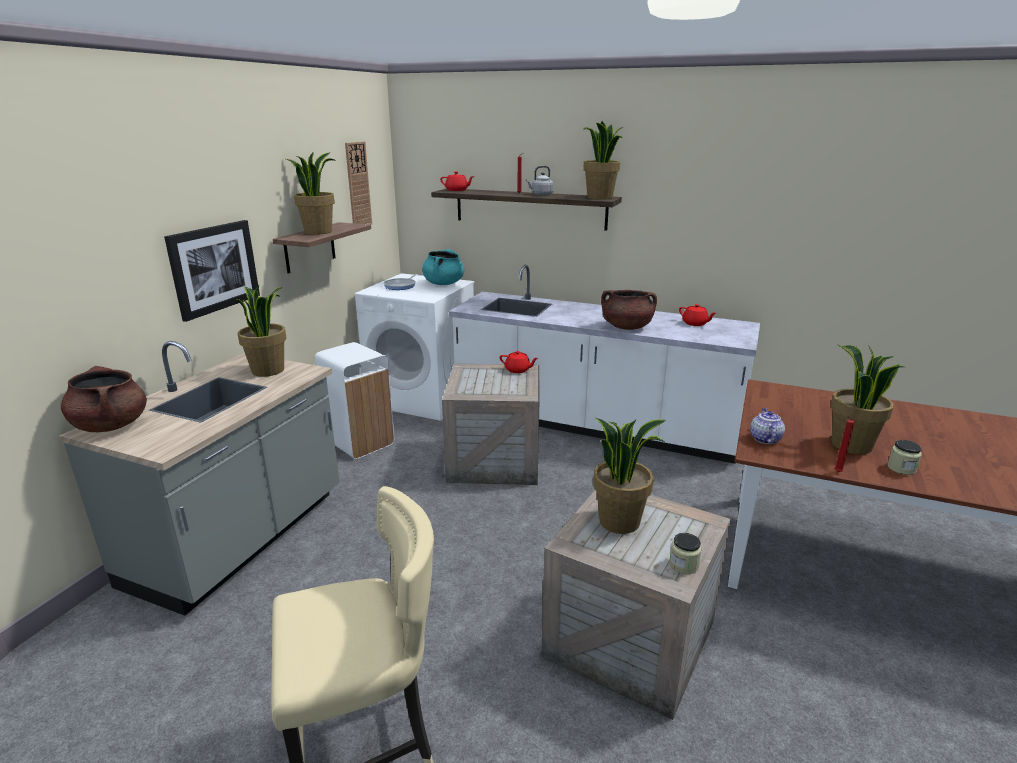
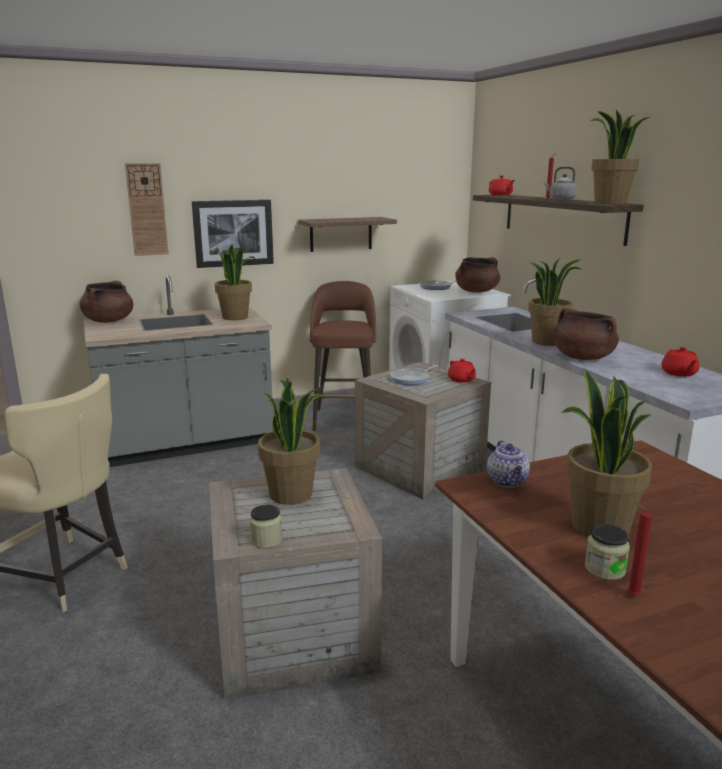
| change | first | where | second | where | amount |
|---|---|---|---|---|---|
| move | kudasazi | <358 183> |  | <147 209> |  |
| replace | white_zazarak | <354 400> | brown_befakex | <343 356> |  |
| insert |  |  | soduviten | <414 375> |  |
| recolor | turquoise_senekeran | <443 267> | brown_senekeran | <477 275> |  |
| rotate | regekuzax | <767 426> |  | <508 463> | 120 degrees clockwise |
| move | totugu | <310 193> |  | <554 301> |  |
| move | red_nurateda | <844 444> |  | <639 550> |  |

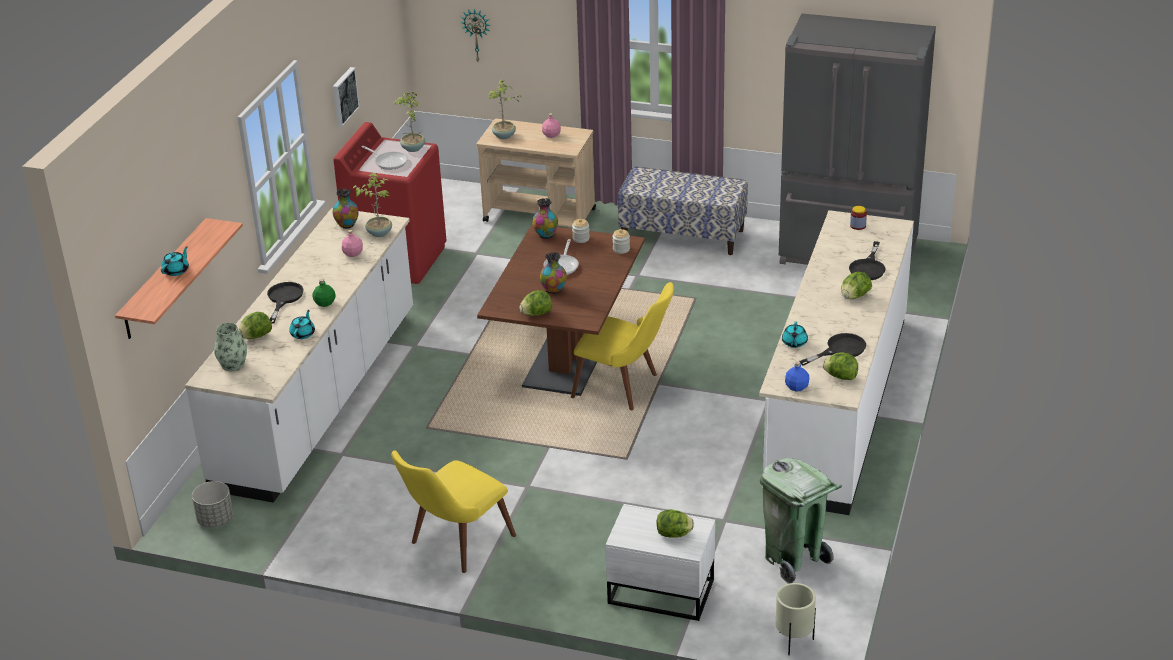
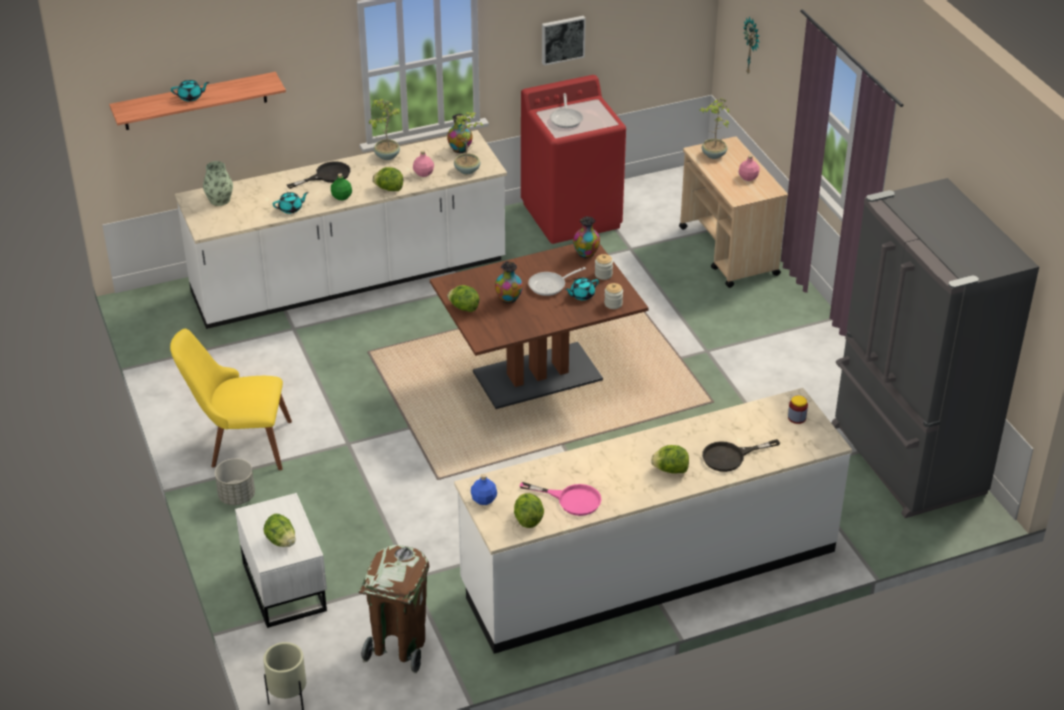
| change | first | where | second | where | amount |
|---|---|---|---|---|---|
| move | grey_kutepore | <212 504> |  | <235 481> |  |
| recolor | green_zazarak | <801 521> | brown_zazarak | <393 609> |  |
| move | totugu | <409 122> |  | <385 129> |  |
| move | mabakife | <255 325> |  | <387 179> |  |
| recolor | black_soduviten | <833 349> | pink_soduviten | <561 499> |  |
| move | turquoise_regekuzax | <795 334> |  | <582 289> |  |
| delete | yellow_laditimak | <622 346> |  |  |  |
| delete | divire | <682 211> |  |  |  |

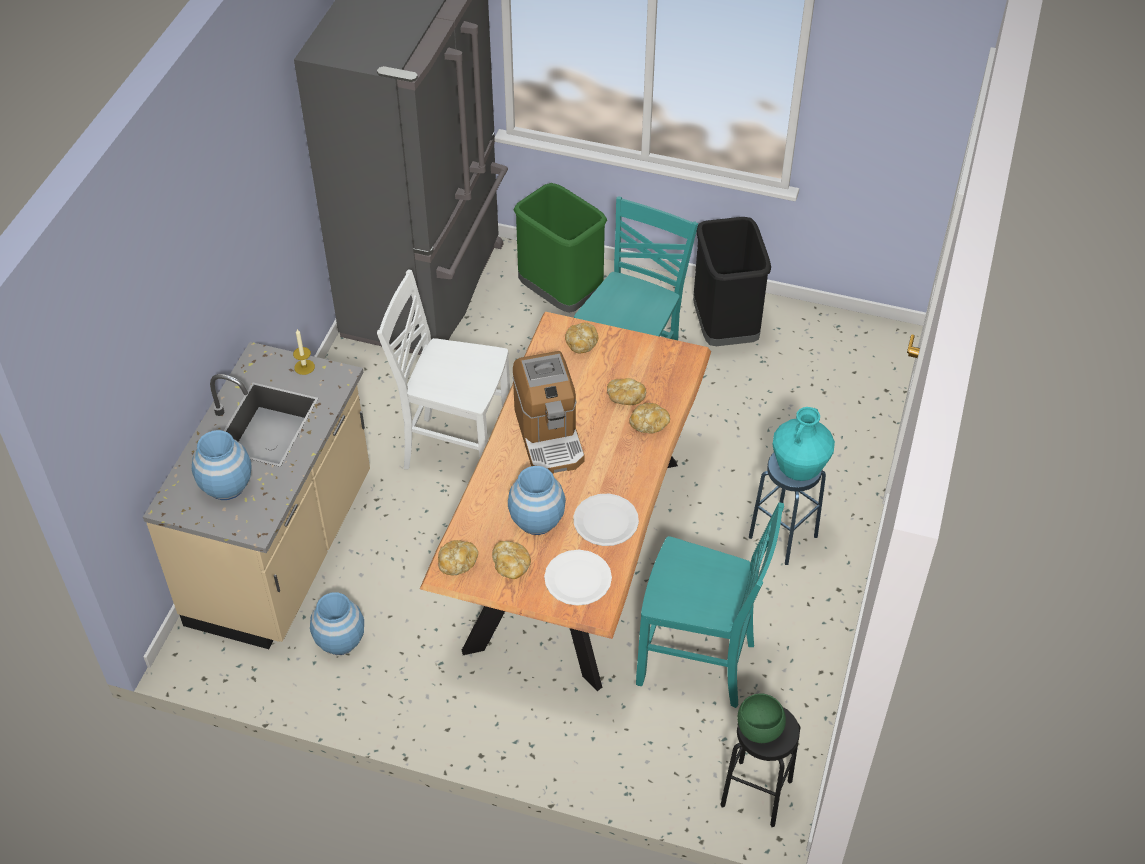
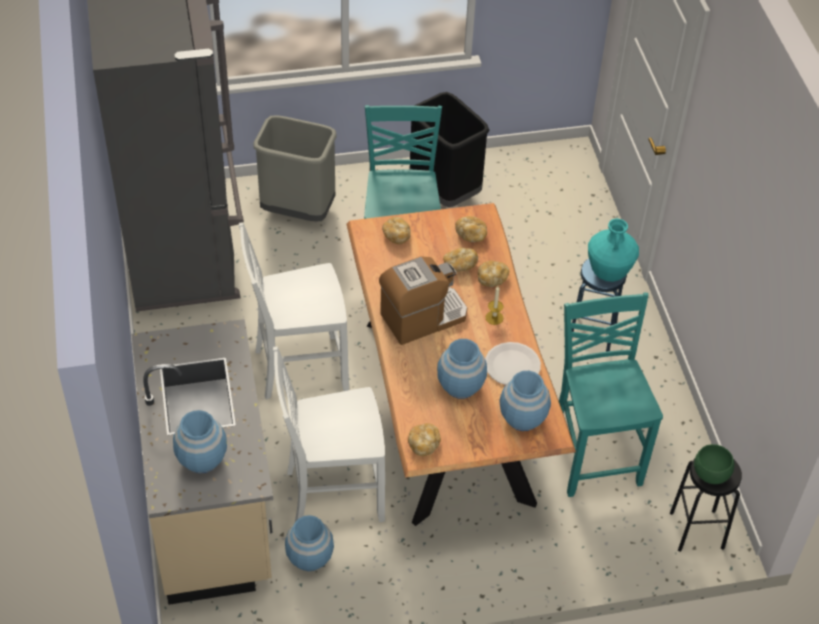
| change | first | where | second | where | amount |
|---|---|---|---|---|---|
| recolor | green_zazarak | <560 248> | grey_zazarak | <295 168> |  |
| insert |  |  | white_laditimak | <329 434> |  |
| rotate | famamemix | <549 412> |  | <423 300> | 75 degrees counterclockwise |
| move | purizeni | <511 560> |  | <471 229> |  |
| move | nurateda | <304 352> |  | <494 305> |  |
| replace | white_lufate | <578 578> | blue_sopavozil | <525 401> |  |
| rotate | turquoise_laditimak | <710 605> |  | <611 395> | 90 degrees counterclockwise |

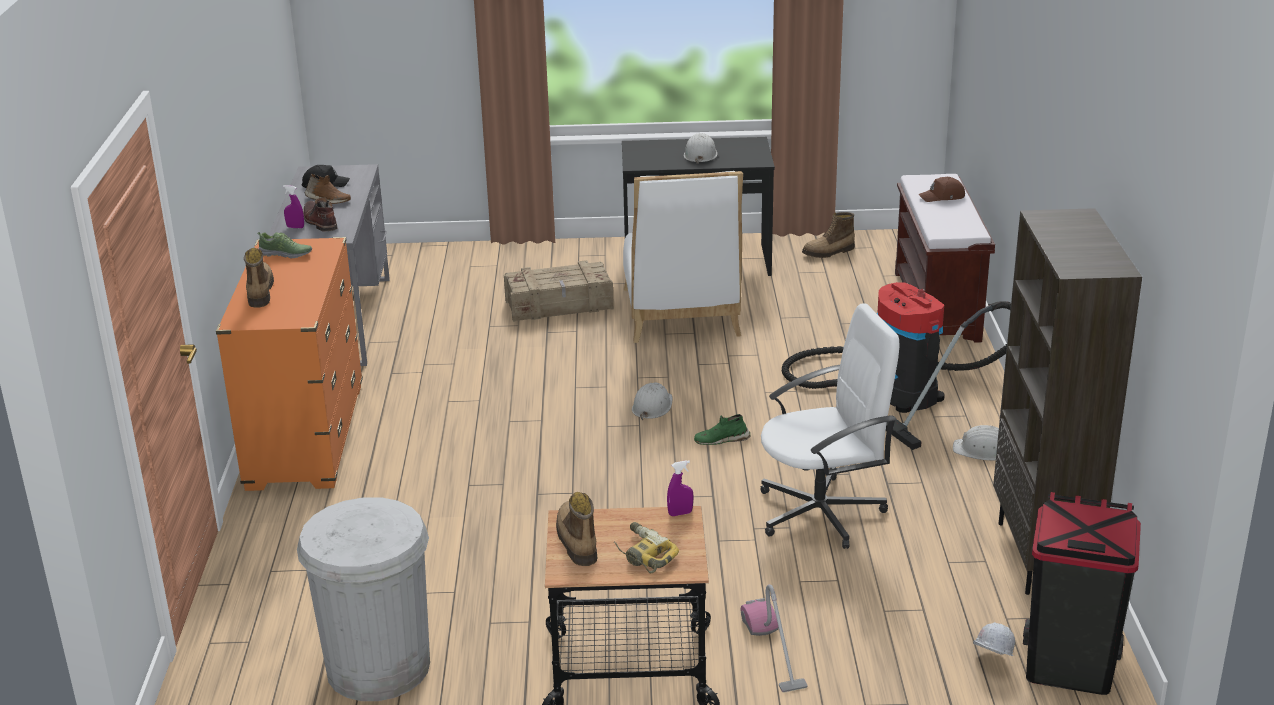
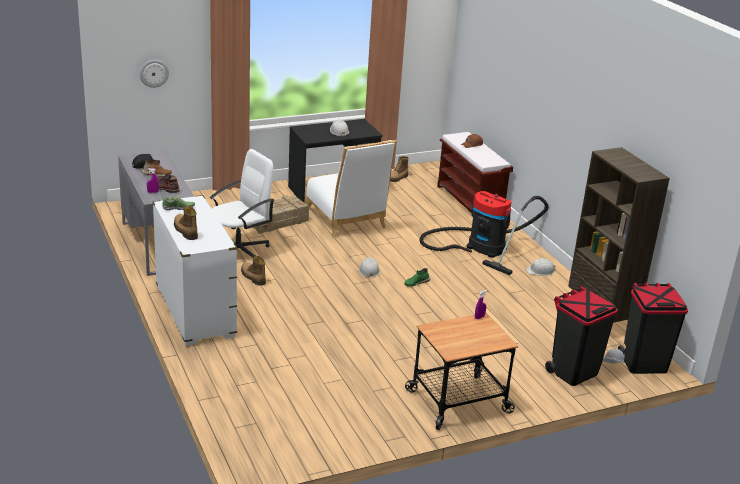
| change | first | where | second | where | amount |
|---|---|---|---|---|---|
| insert |  |  | kudasazi | <154 74> |  |
| recolor | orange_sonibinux | <289 364> | white_sonibinux | <194 270> |  |
| move | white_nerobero | <829 426> |  | <242 203> |  |
| move | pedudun | <576 529> |  | <253 271> |  |
| insert |  |  | black_zazarak | <581 336> |  |
| delete | white_zazarak | <363 599> |  |  |  |
| delete | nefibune | <646 548> |  |  |  |
| delete | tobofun | <774 638> |  |  |  |

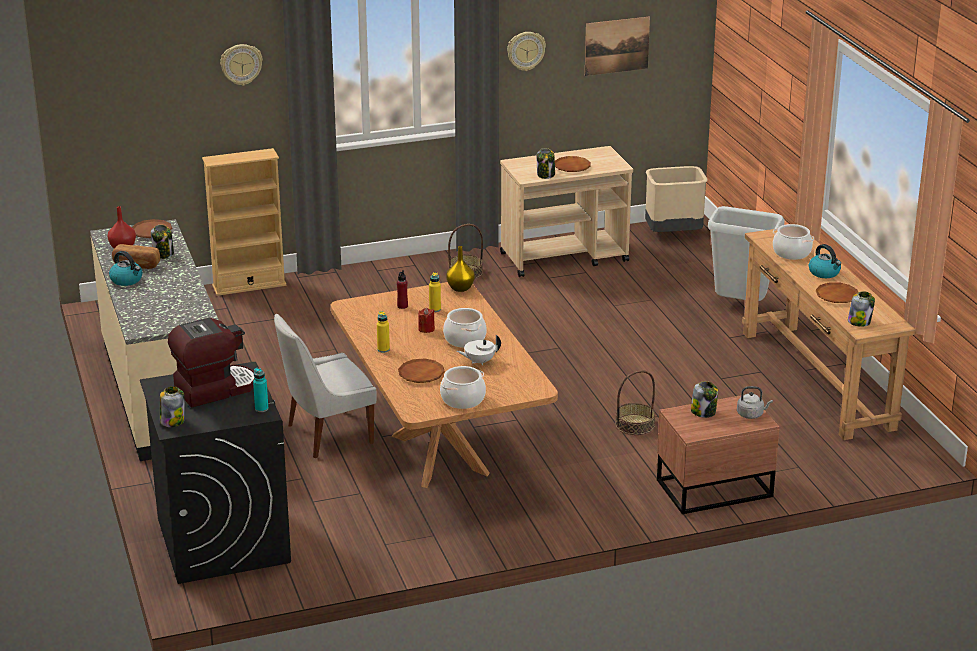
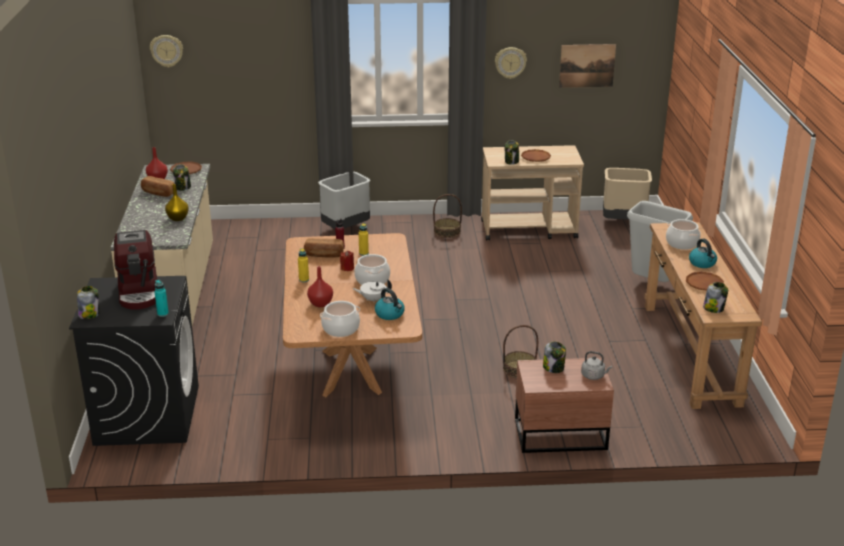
| change | first | where | second | where | amount |
|---|---|---|---|---|---|
| rotate | famamemix | <211 363> |  | <135 270> | 90 degrees clockwise |
| move | kudasazi | <241 65> |  | <166 51> |  |
| move | yellow_sopavozil | <460 269> |  | <177 202> |  |
| insert |  |  | purizeni | <324 247> |  |
| replace | brown_lufate | <421 370> | red_sopavozil | <320 286> |  |
| insert |  |  | grey_zazarak | <344 200> |  |
| move | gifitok | <126 268> |  | <390 304> |  |
| delete | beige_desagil | <244 222> |  |  |  |
| delete | white_laditimak | <325 386> |  |  |  |

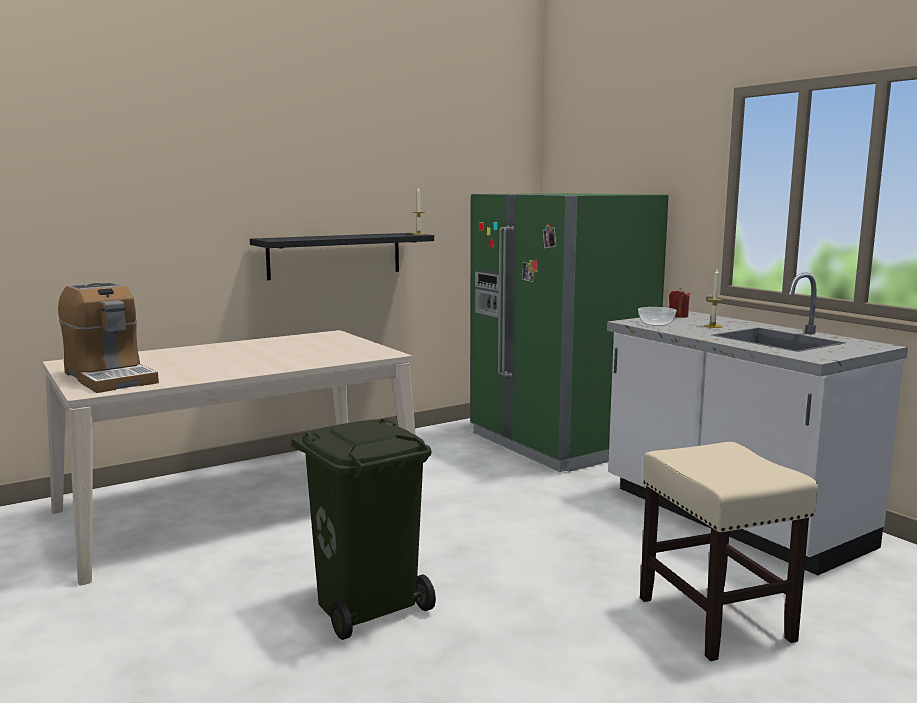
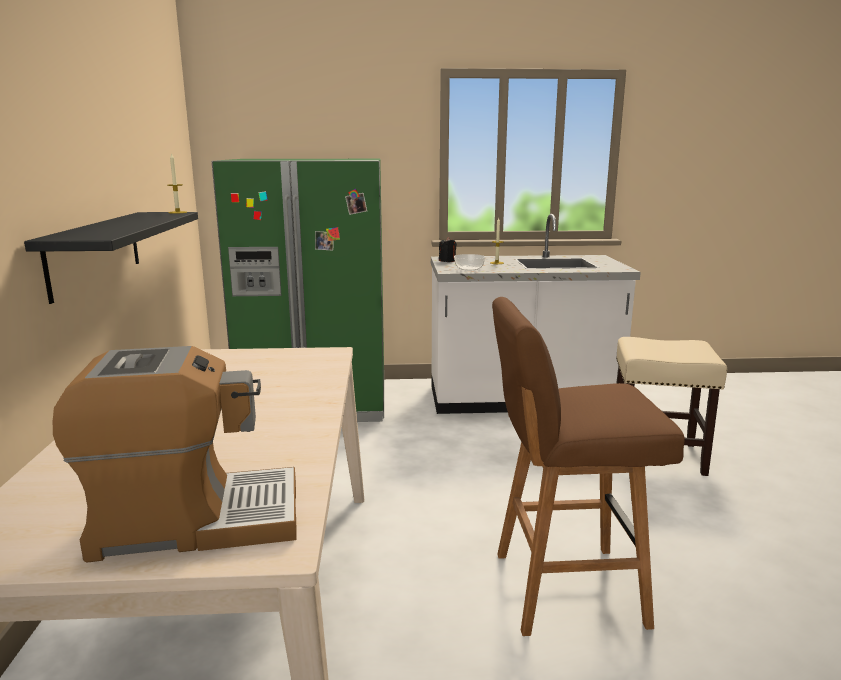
| change | first | where | second | where | amount |
|---|---|---|---|---|---|
| recolor | red_nurateda | <679 303> | black_nurateda | <448 249> |  |
| replace | green_zazarak | <363 529> | brown_befakex | <588 466> |  |

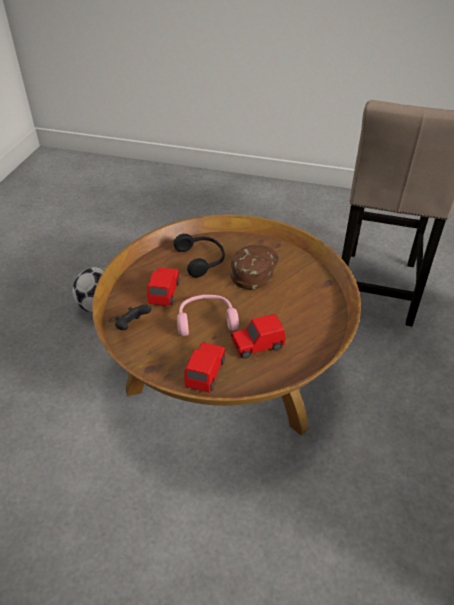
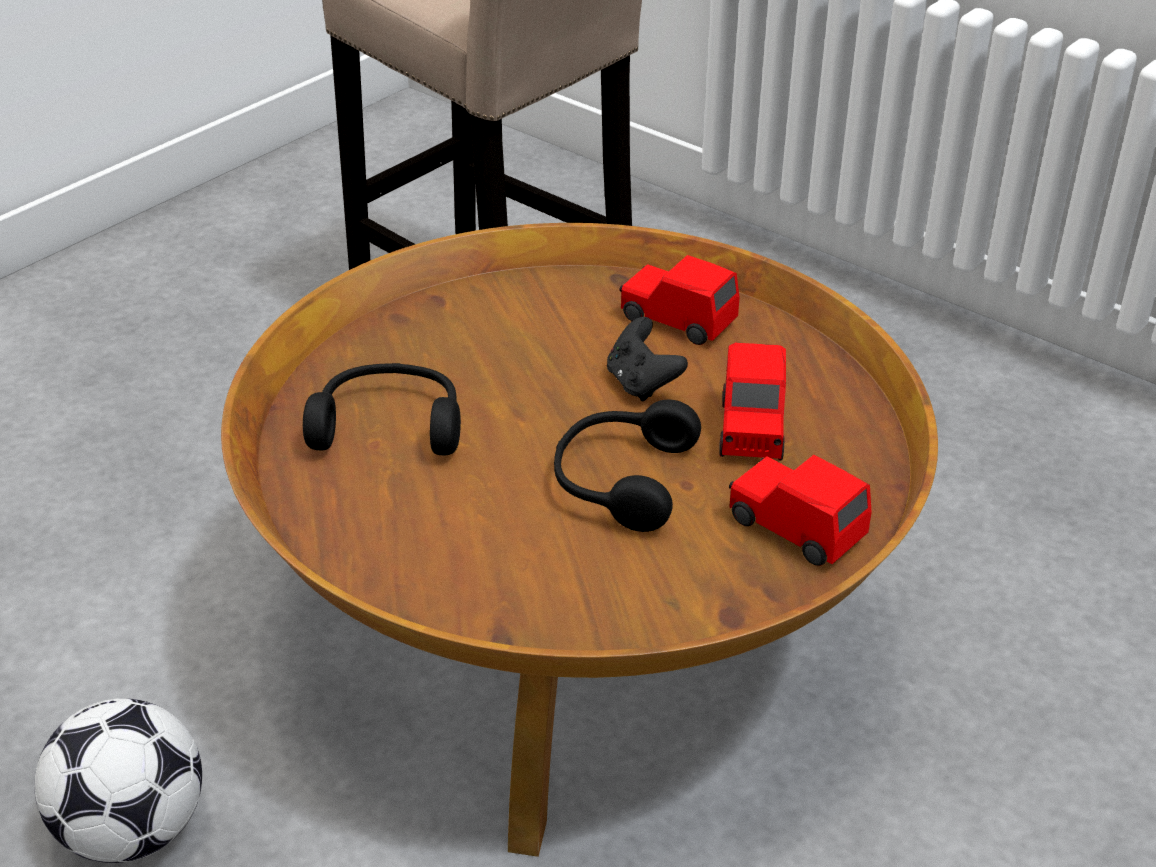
| change | first | where | second | where | amount |
|---|---|---|---|---|---|
| recolor | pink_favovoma | <208 315> | black_favovoma | <627 466> |  |
| move | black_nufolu | <133 317> |  | <647 359> |  |
| move | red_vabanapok | <163 286> |  | <679 300> |  |
| delete | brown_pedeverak | <254 267> |  |  |  |

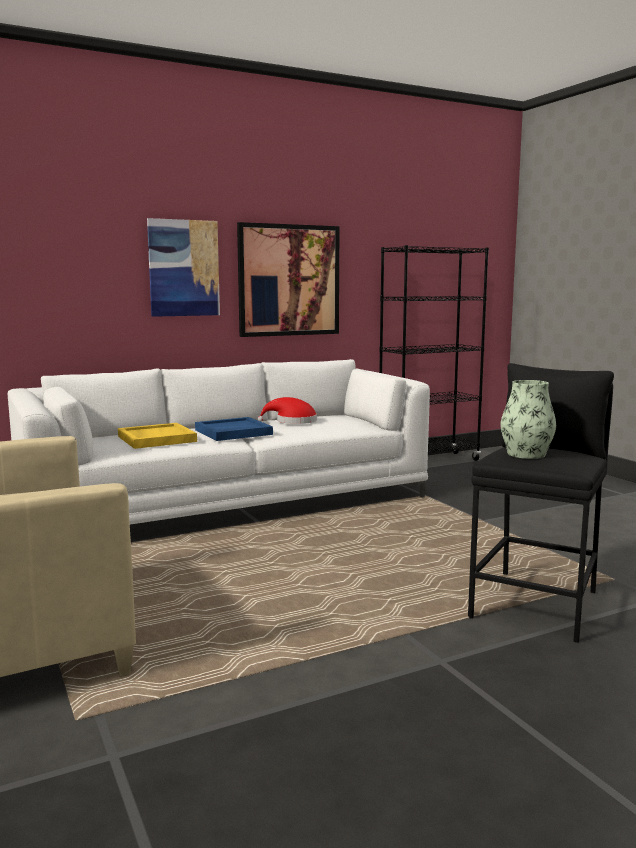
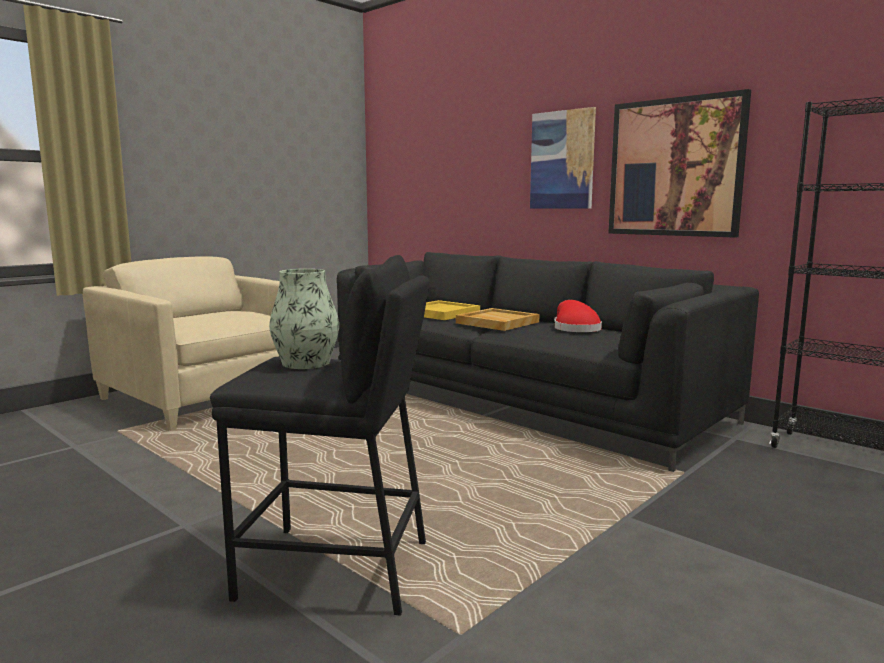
| change | first | where | second | where | amount |
|---|---|---|---|---|---|
| recolor | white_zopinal | <219 442> | black_zopinal | <548 362> |  |
| recolor | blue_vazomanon | <234 429> | beige_vazomanon | <497 319> |  |

